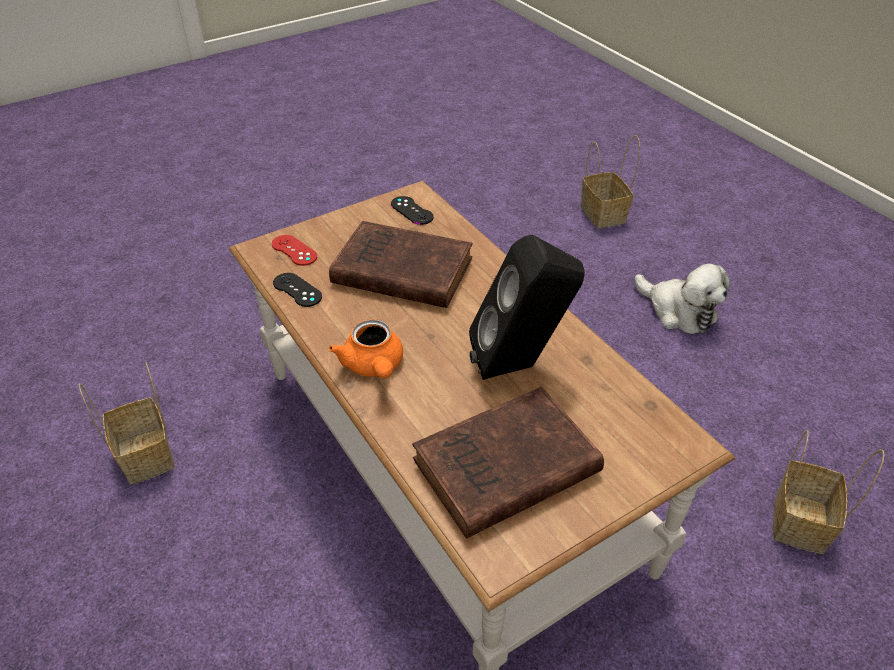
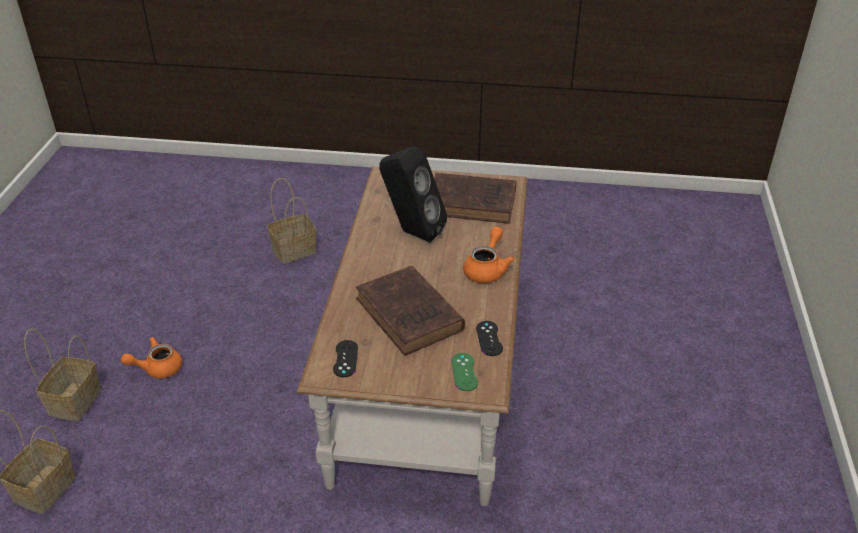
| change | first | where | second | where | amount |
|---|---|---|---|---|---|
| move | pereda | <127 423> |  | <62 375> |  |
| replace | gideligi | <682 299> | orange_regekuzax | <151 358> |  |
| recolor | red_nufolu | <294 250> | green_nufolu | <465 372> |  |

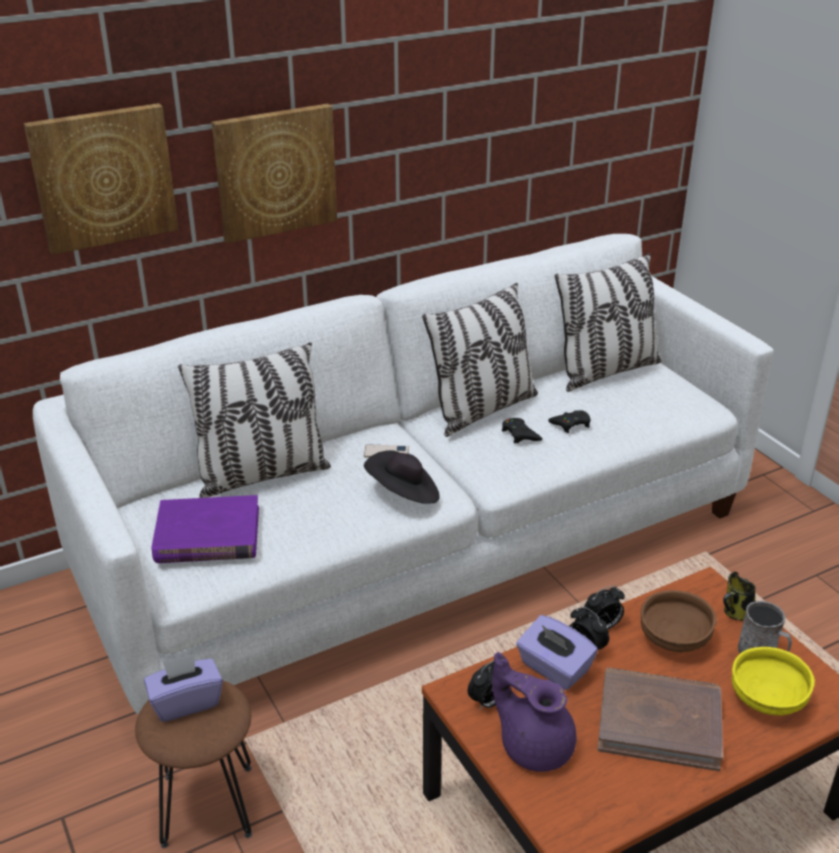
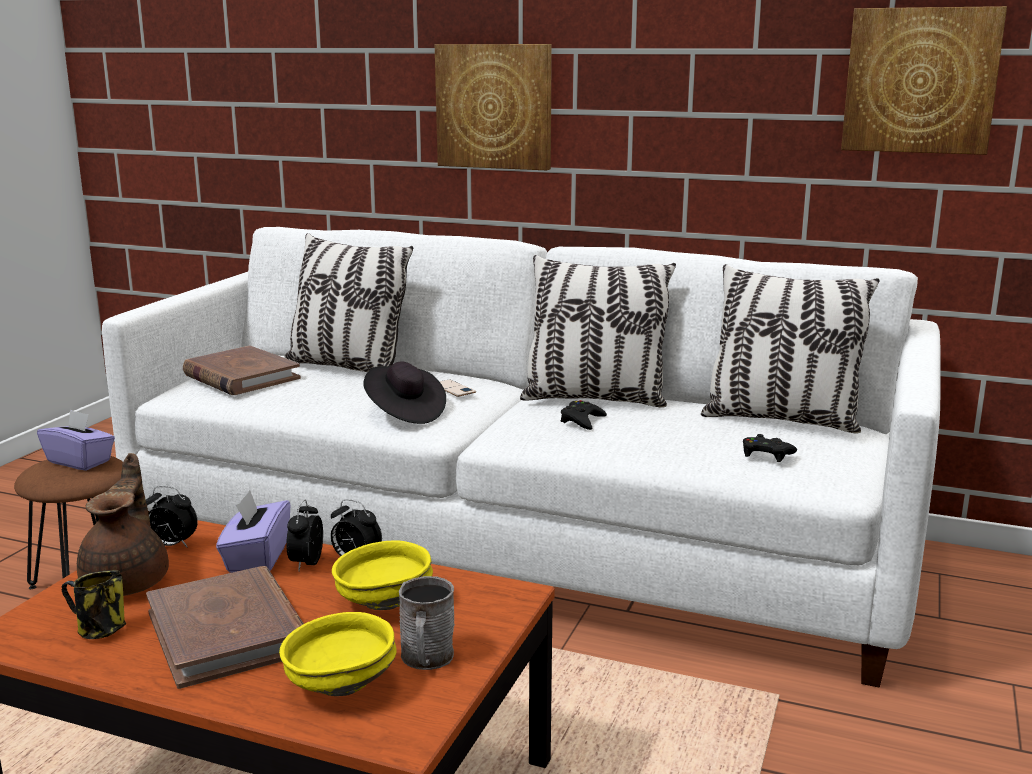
| change | first | where | second | where | amount |
|---|---|---|---|---|---|
| move | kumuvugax | <739 596> |  | <94 604> |  |
| recolor | purple_regekuzax | <534 712> | brown_regekuzax | <123 524> |  |
| recolor | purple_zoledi | <205 529> | brown_zoledi | <242 370> |  |
| recolor | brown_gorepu | <679 621> | yellow_gorepu | <382 575> |  |
| move | black_nufolu | <569 421> |  | <770 448> |  |
| move | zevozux | <101 179> |  | <924 80> |  |

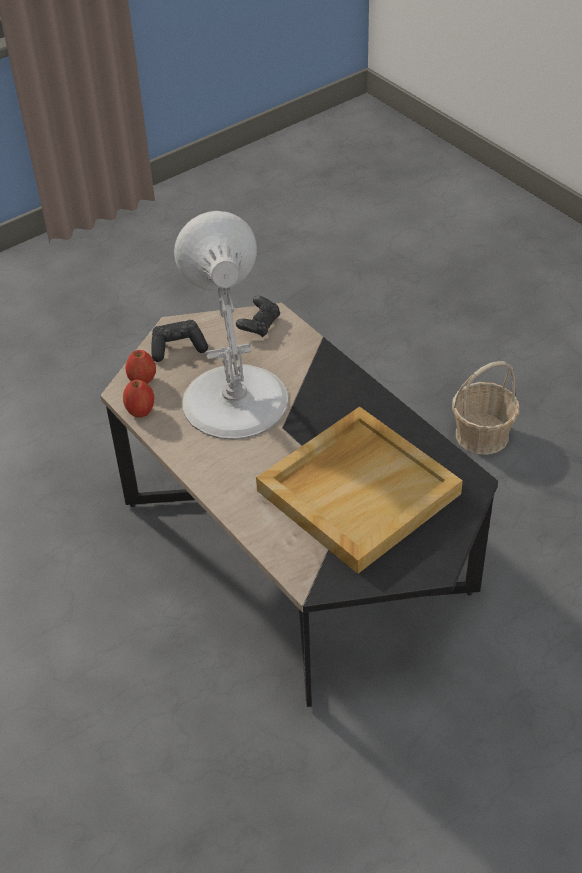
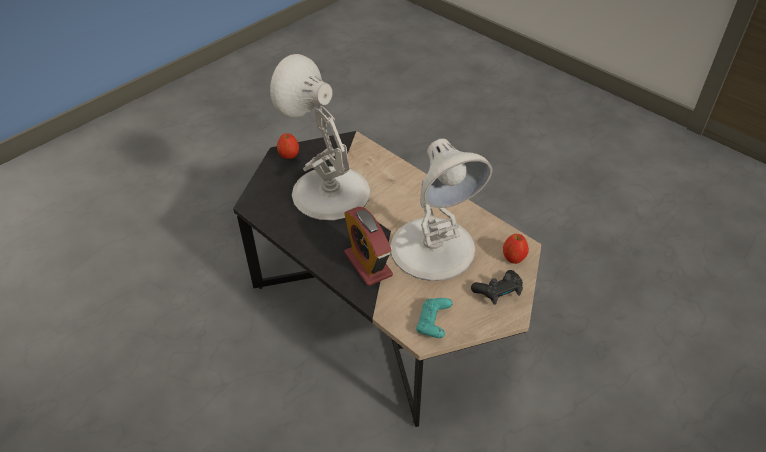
| change | first | where | second | where | amount |
|---|---|---|---|---|---|
| replace | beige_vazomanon | <359 490> | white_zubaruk | <320 137> |  |
| move | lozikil | <138 398> |  | <288 146> |  |
| insert |  |  | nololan | <368 246> |  |
| recolor | black_nufolu | <258 316> | turquoise_nufolu | <434 318> |  |
| delete | pereda | <486 408> |  |  |  |

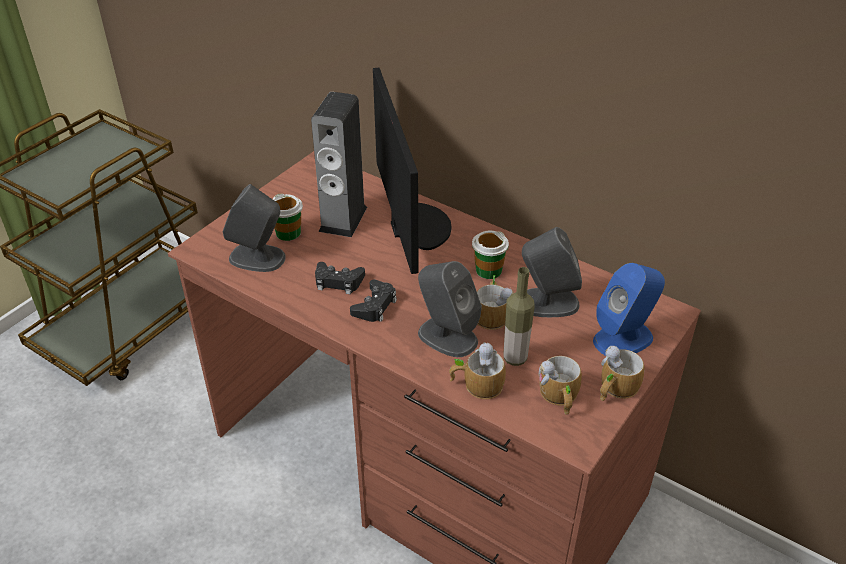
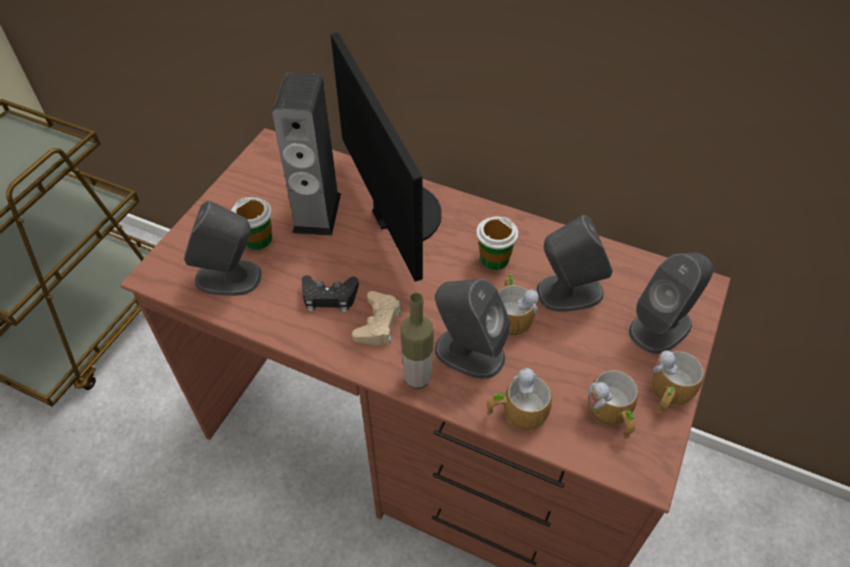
| change | first | where | second | where | amount |
|---|---|---|---|---|---|
| recolor | black_nufolu | <373 300> | beige_nufolu | <376 318> |  |
| move | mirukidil | <519 316> |  | <417 341> |  |
| recolor | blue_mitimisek | <629 309> | grey_mitimisek | <671 303> |  |

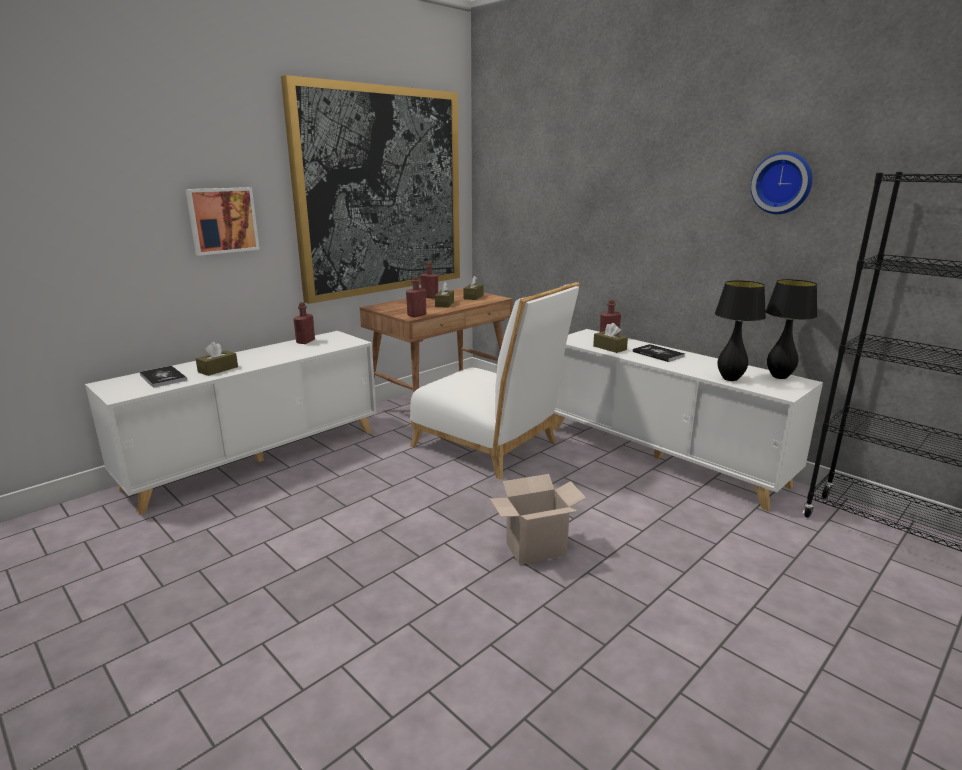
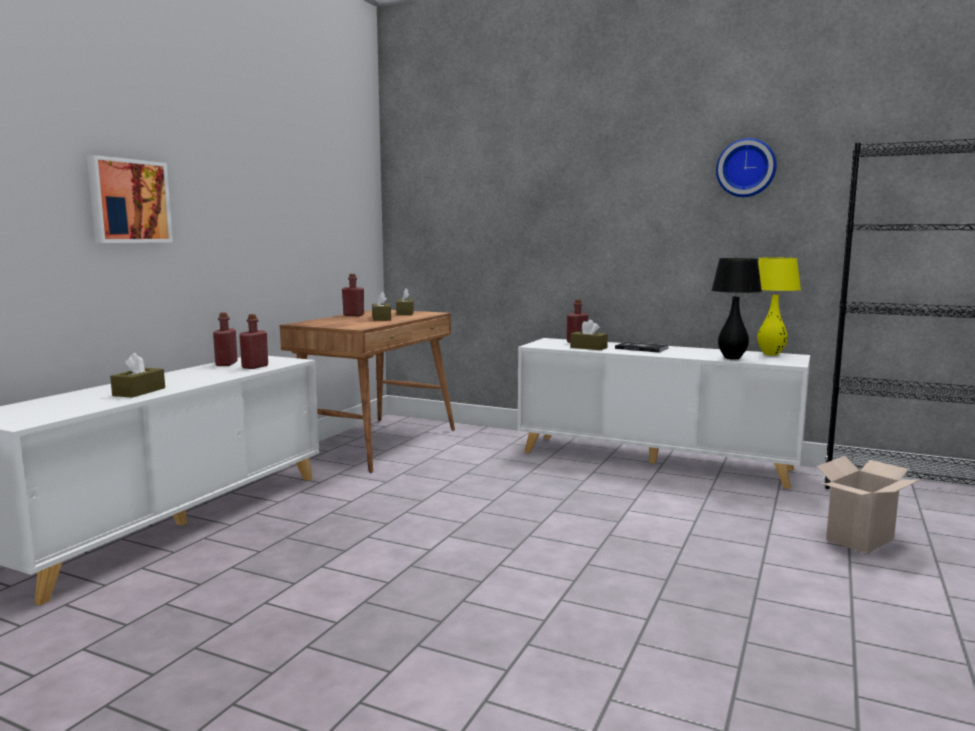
| change | first | where | second | where | amount |
|---|---|---|---|---|---|
| move | red_mirukidil | <416 296> |  | <253 341> |  |
| recolor | black_zubaruk | <791 329> | yellow_zubaruk | <779 307> |  |
| move | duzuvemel | <538 519> |  | <868 505> |  |
| delete | zoledi | <163 377> |  |  |  |
| delete | zevozux | <370 189> |  |  |  |
| delete | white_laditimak | <495 381> |  |  |  |

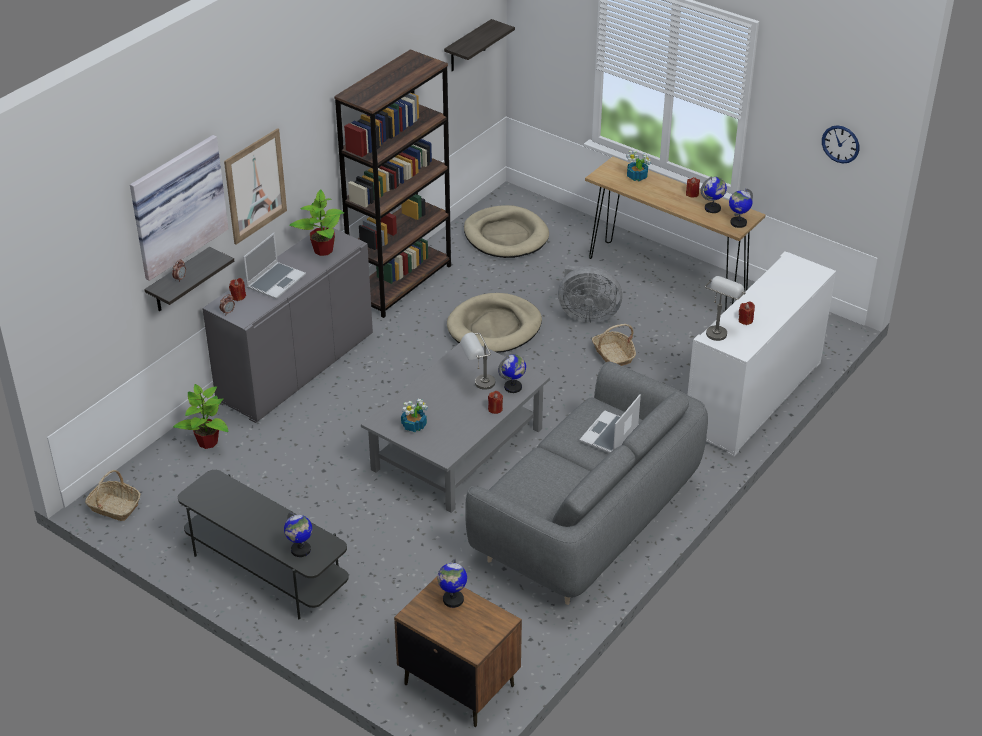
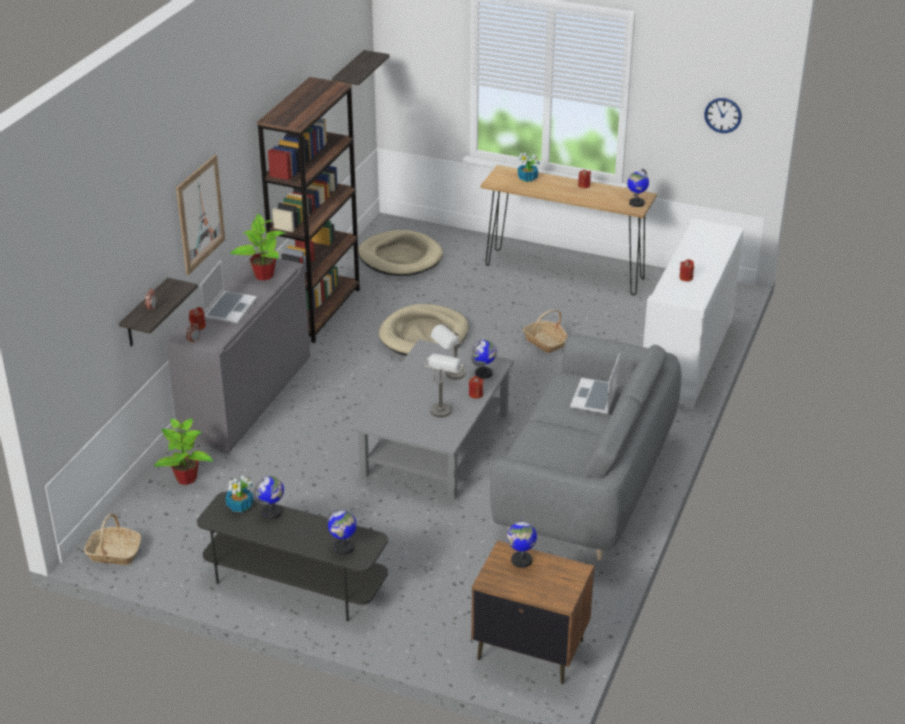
| change | first | where | second | where | amount |
|---|---|---|---|---|---|
| move | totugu | <414 415> |  | <239 494> |  |
| move | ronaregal | <714 195> |  | <268 497> |  |
| move | grey_zubaruk | <725 308> |  | <443 385> |  |
| delete | zevozux | <179 208> |  |  |  |
| delete | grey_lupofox | <590 294> |  |  |  |

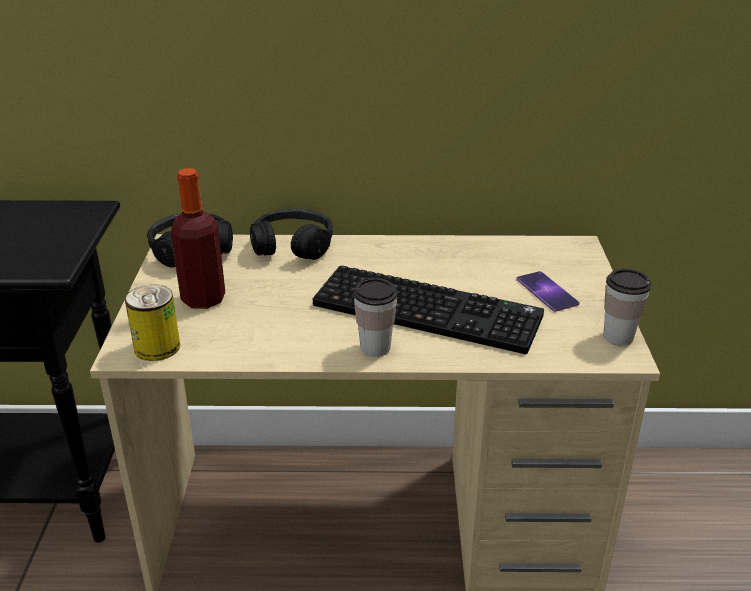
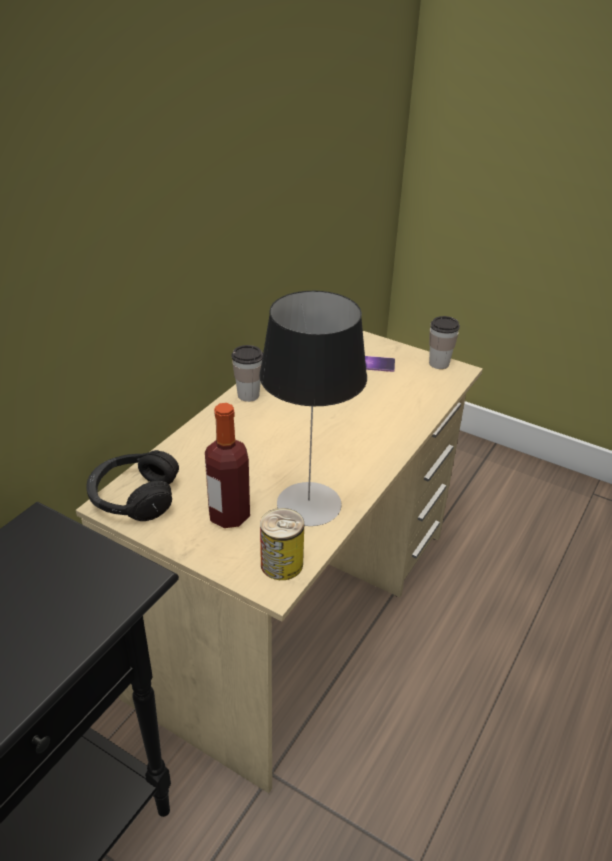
| change | first | where | second | where | amount |
|---|---|---|---|---|---|
| move | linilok | <375 317> |  | <247 373> |  |
| insert |  |  | zubaruk | <313 408> |  |
| delete | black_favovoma | <291 234> |  |  |  |
| delete | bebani | <428 310> |  |  |  |

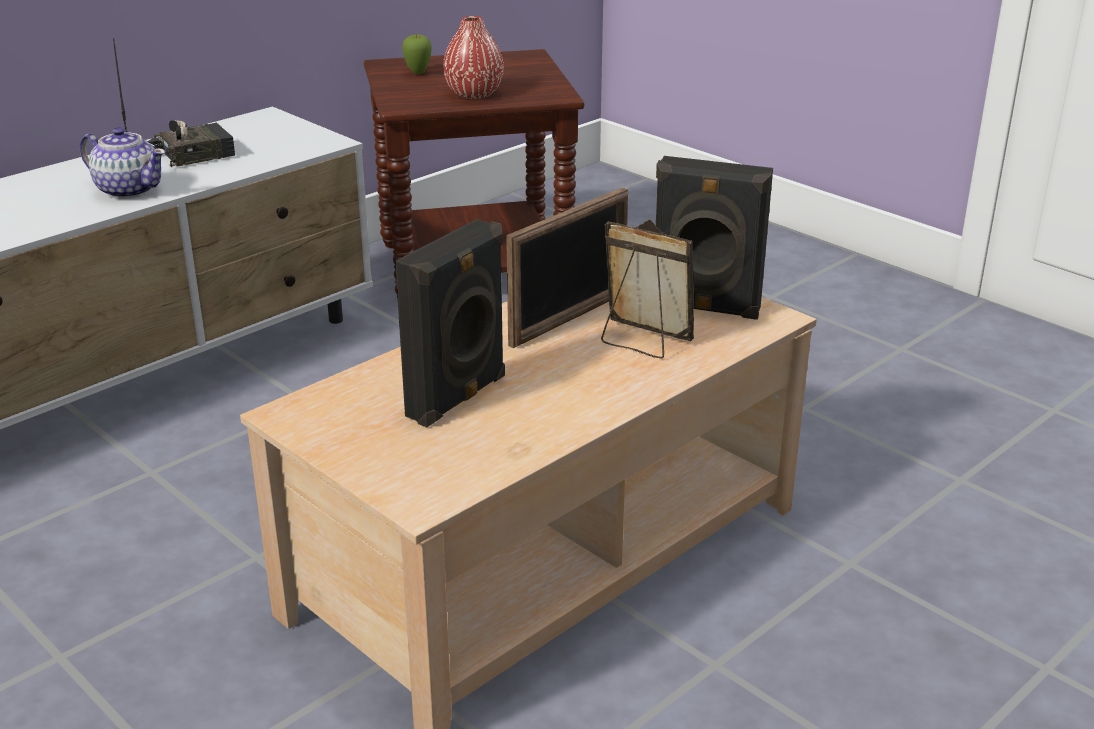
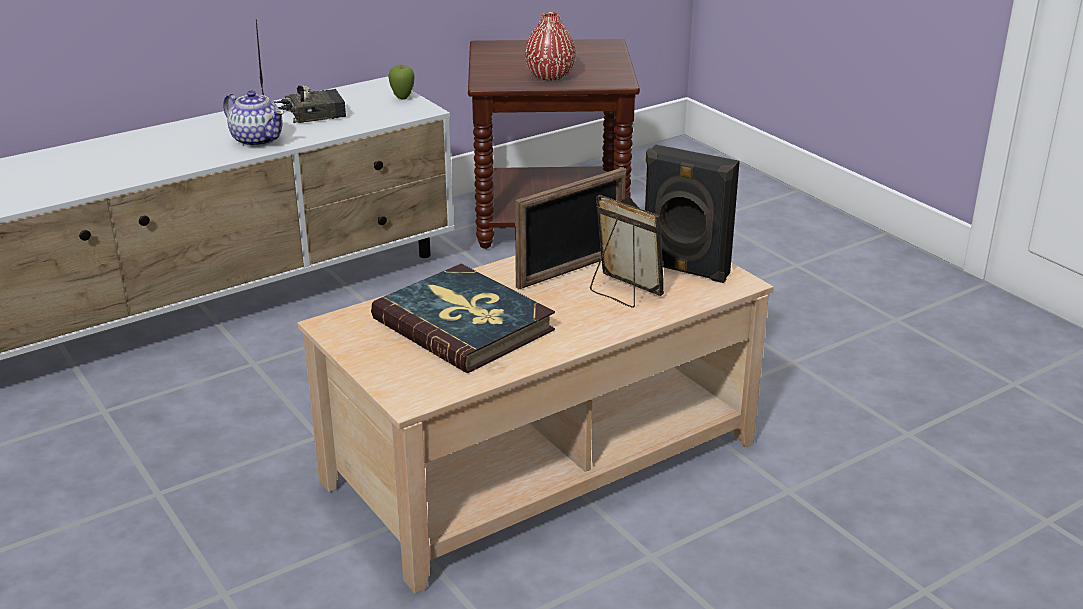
| change | first | where | second | where | amount |
|---|---|---|---|---|---|
| replace | black_mitimisek | <450 323> | zoledi | <463 318> |  |
| move | lozikil | <417 54> |  | <401 82> |  |

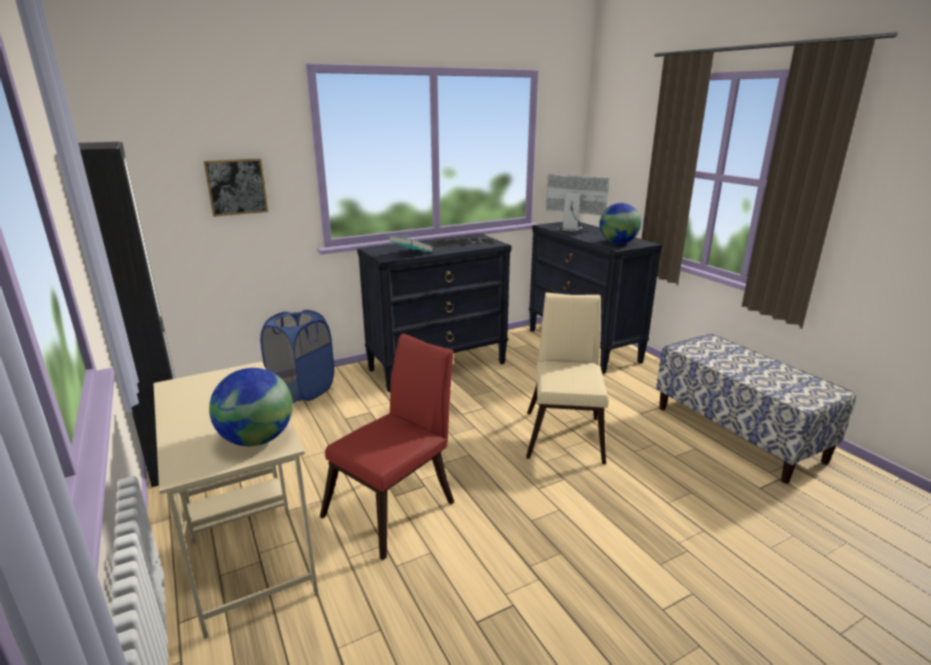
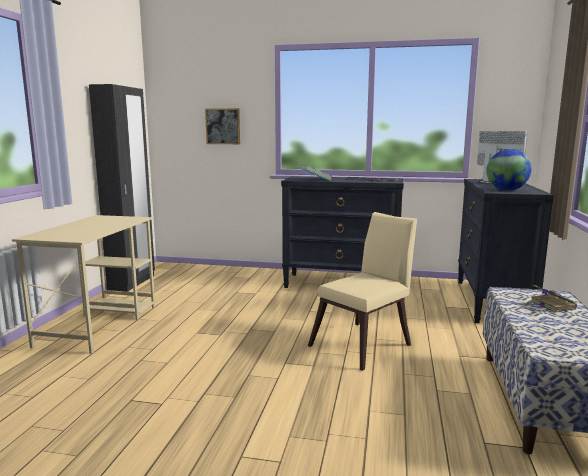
| change | first | where | second | where | amount |
|---|---|---|---|---|---|
| insert |  |  | zoledi | <553 299> |  |
| delete | ronaregal | <251 407> |  |  |  |
| delete | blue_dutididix | <297 356> |  |  |  |
| delete | red_laditimak | <387 446> |  |  |  |

